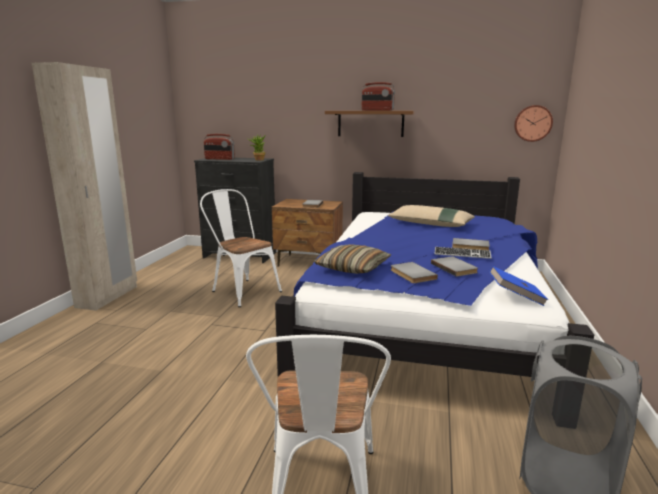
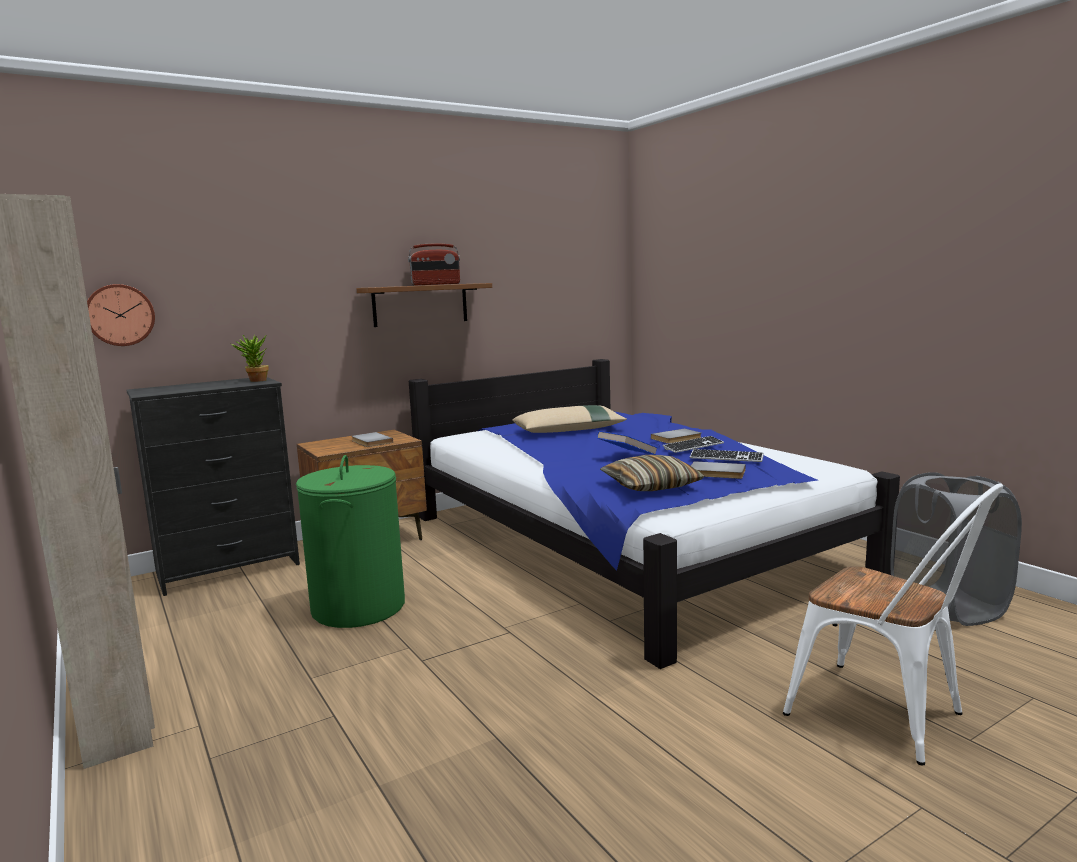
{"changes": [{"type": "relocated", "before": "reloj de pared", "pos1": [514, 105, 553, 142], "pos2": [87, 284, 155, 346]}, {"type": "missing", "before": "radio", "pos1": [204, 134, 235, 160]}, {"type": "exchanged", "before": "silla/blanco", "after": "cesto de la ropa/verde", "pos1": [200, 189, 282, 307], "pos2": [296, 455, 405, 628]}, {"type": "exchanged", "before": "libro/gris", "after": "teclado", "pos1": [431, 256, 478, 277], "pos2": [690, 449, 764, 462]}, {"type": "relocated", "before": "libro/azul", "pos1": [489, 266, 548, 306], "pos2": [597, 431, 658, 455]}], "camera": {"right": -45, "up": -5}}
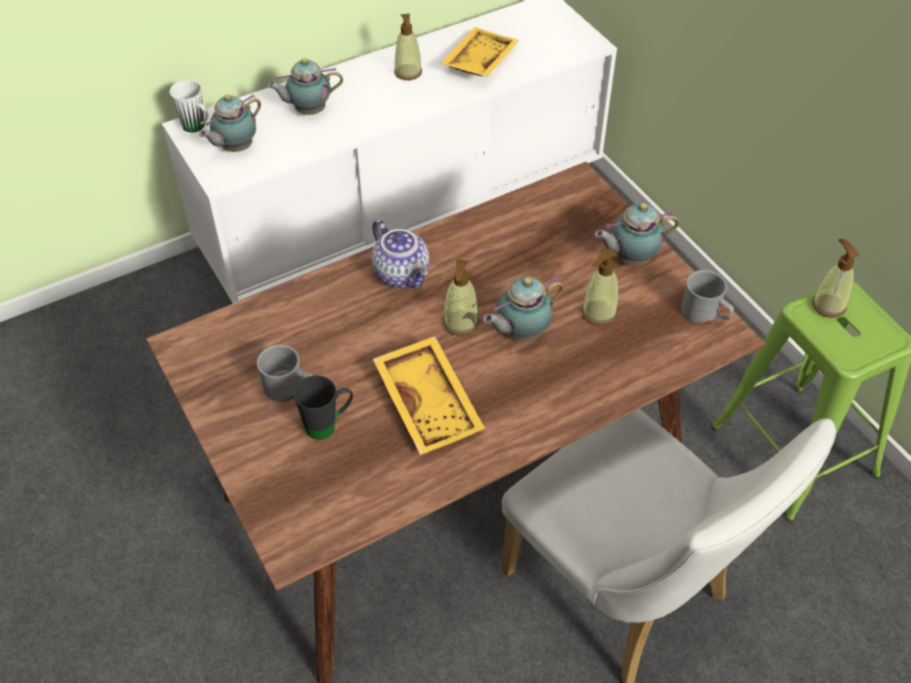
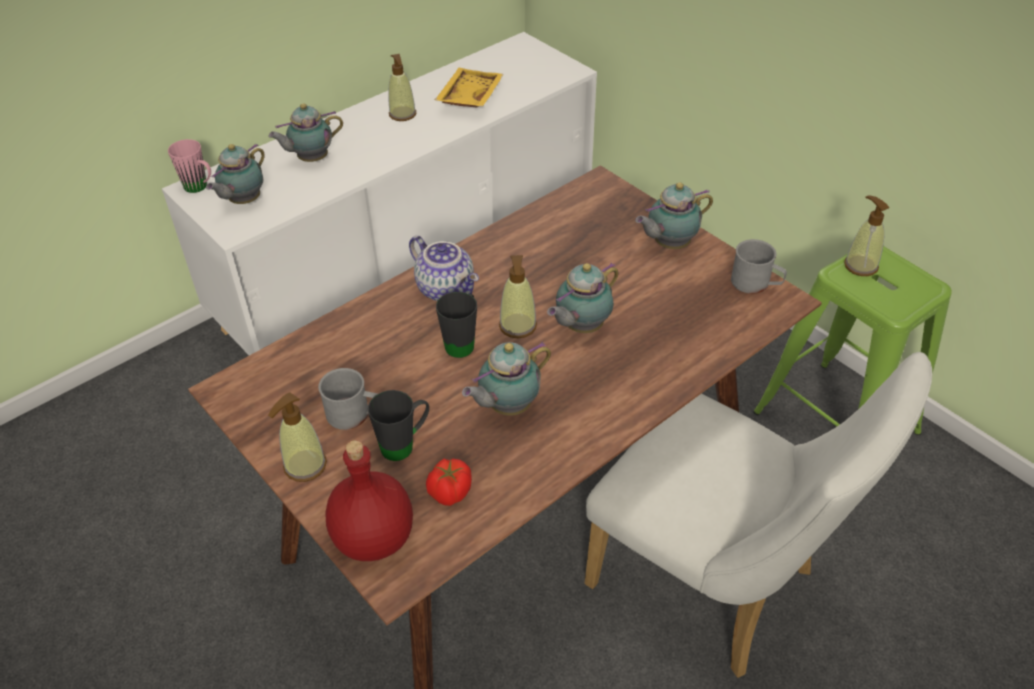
{"changes": [{"type": "colour", "before": "taza grande/blanco", "after": "taza grande/rosa", "pos1": [170, 80, 208, 133], "pos2": [168, 139, 211, 193]}, {"type": "relocated", "before": "dispensador de jabón", "pos1": [581, 249, 618, 326], "pos2": [268, 392, 327, 482]}, {"type": "exchanged", "before": "bandeja/amarillo", "after": "tetera", "pos1": [373, 336, 485, 455], "pos2": [462, 342, 551, 416]}, {"type": "appeared", "after": "taza grande/negro", "pos2": [436, 292, 477, 358]}, {"type": "appeared", "after": "botella/rojo", "pos2": [325, 440, 413, 561]}, {"type": "appeared", "after": "tomate", "pos2": [426, 458, 472, 506]}], "camera": {"right": -10, "up": -5}}
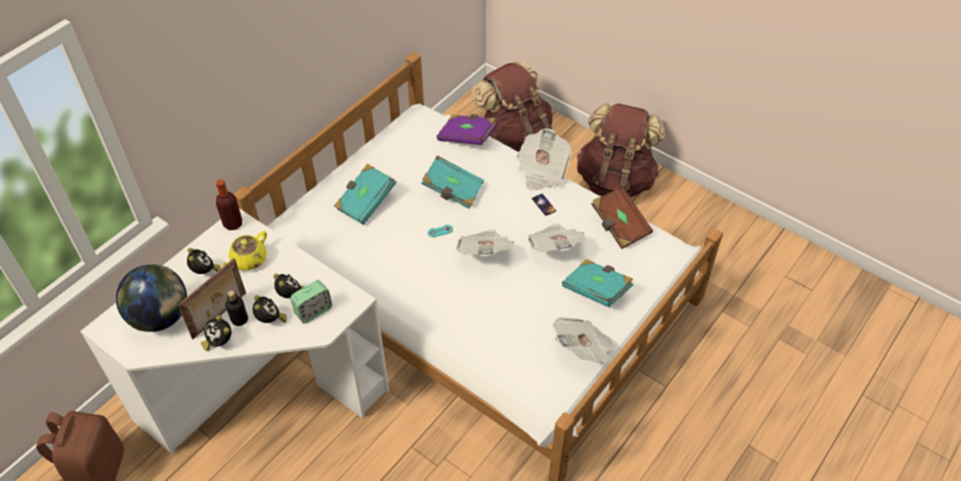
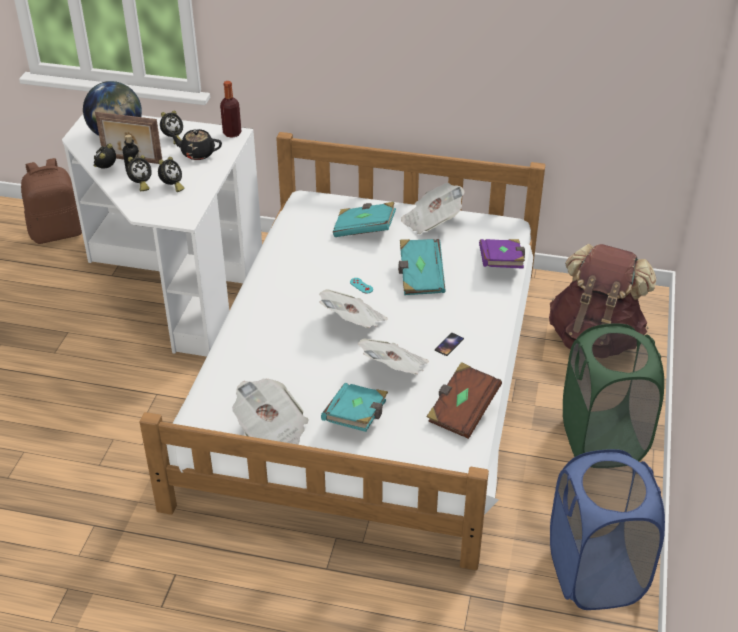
{"changes": [{"type": "exchanged", "before": "mochila/marrón", "after": "cesto de la ropa/verde", "pos1": [577, 103, 665, 197], "pos2": [563, 323, 664, 461]}, {"type": "relocated", "before": "periódico", "pos1": [517, 129, 572, 190], "pos2": [401, 183, 465, 234]}, {"type": "colour", "before": "tetera/amarillo", "after": "tetera/negro", "pos1": [222, 231, 267, 270], "pos2": [168, 129, 222, 160]}, {"type": "missing", "before": "despertador", "pos1": [290, 280, 332, 323]}, {"type": "appeared", "after": "cesto de la ropa/azul", "pos2": [550, 449, 665, 610]}], "camera": {"right": 65, "up": -10}}
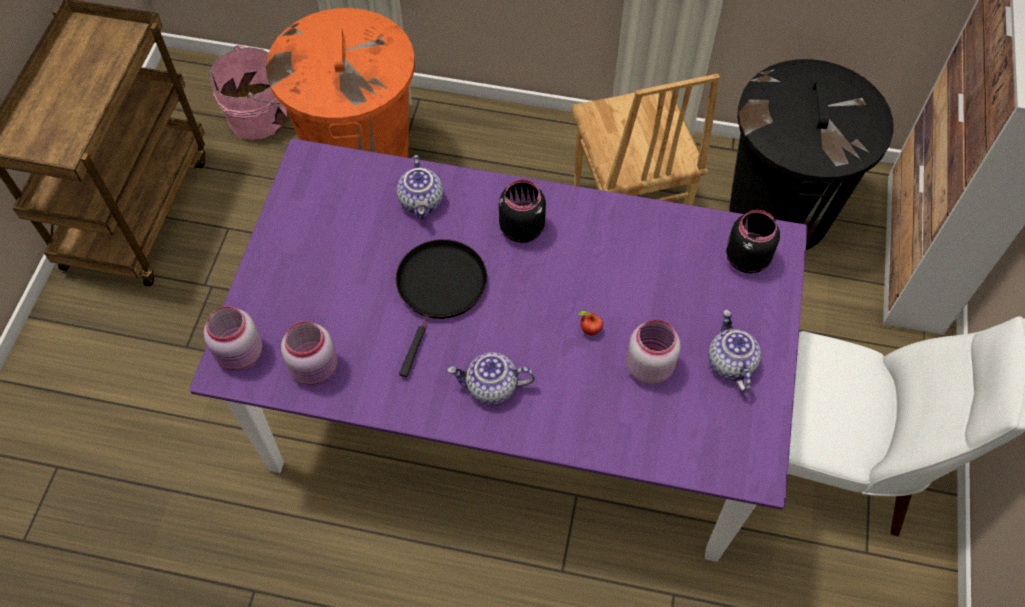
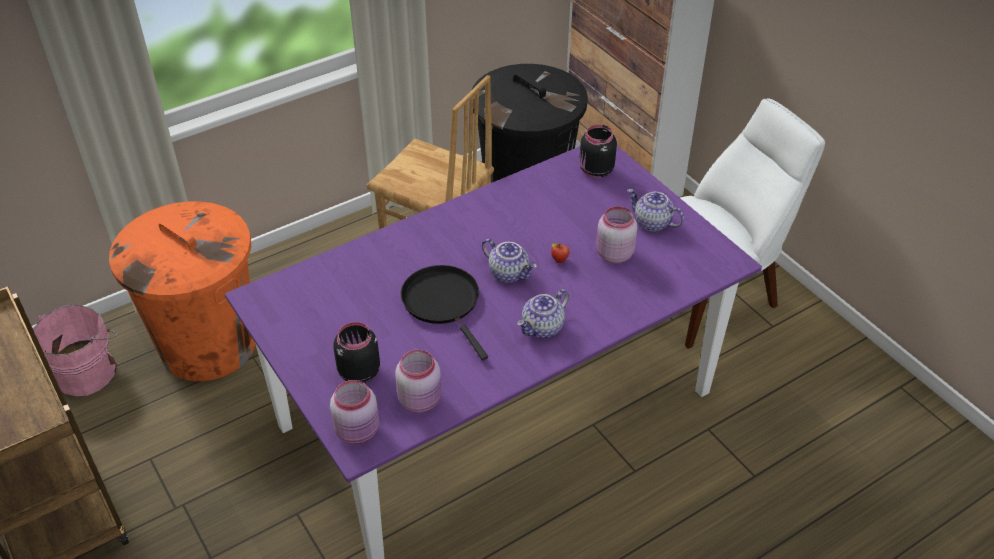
{"changes": [{"type": "relocated", "before": "tetera", "pos1": [397, 155, 443, 219], "pos2": [482, 239, 537, 283]}, {"type": "relocated", "before": "tarro/negro", "pos1": [499, 179, 546, 243], "pos2": [333, 322, 380, 383]}], "camera": {"right": -45, "up": -15}}
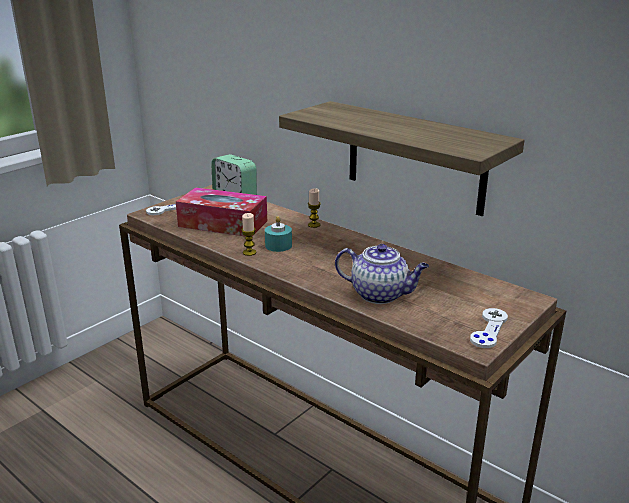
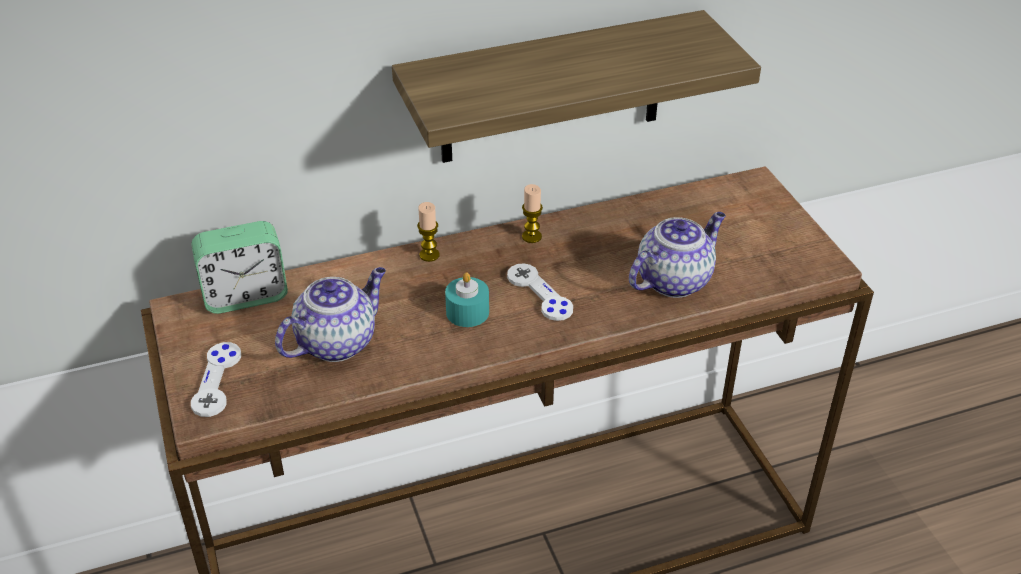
{"changes": [{"type": "exchanged", "before": "caja de pañuelos", "after": "tetera", "pos1": [176, 187, 267, 237], "pos2": [275, 267, 386, 362]}, {"type": "relocated", "before": "vela", "pos1": [242, 213, 257, 256], "pos2": [522, 184, 543, 243]}, {"type": "relocated", "before": "mando de consola/blanco", "pos1": [470, 308, 508, 348], "pos2": [507, 263, 573, 321]}], "camera": {"right": -60, "up": 15}}
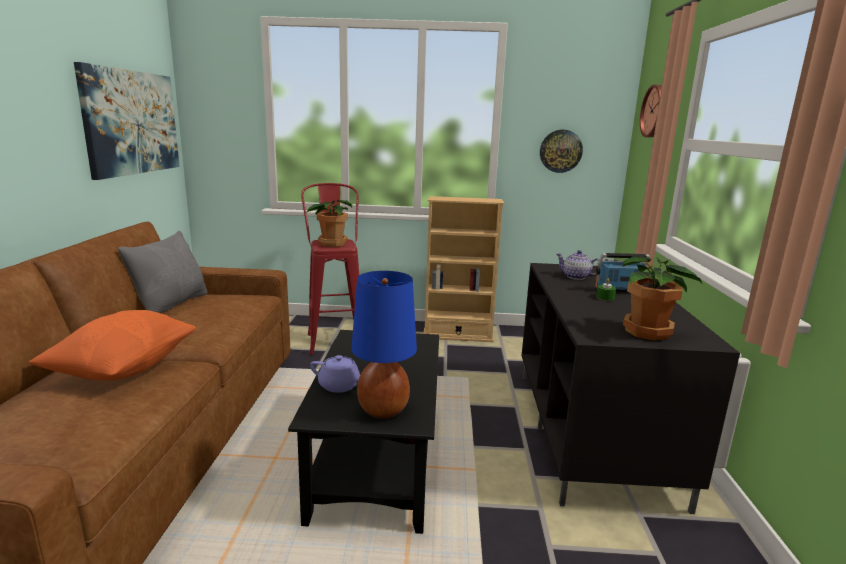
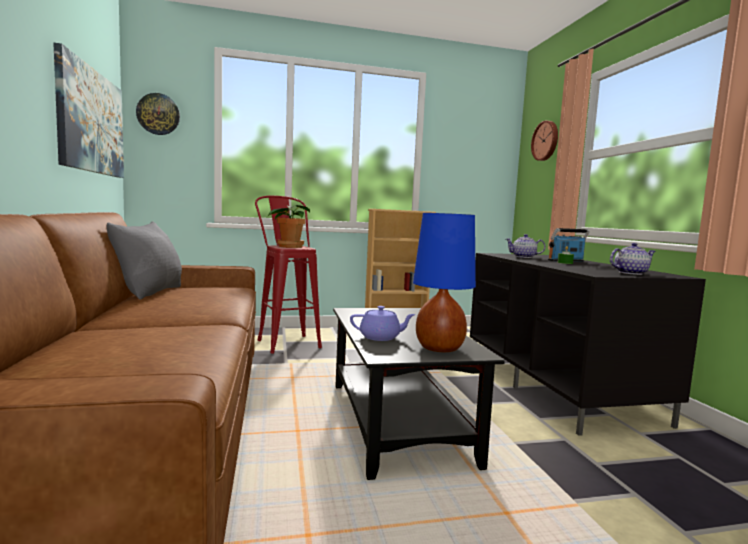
{"changes": [{"type": "relocated", "before": "reloj de pared", "pos1": [540, 130, 583, 173], "pos2": [136, 93, 180, 135]}, {"type": "exchanged", "before": "planta en maceta", "after": "tetera", "pos1": [622, 256, 703, 341], "pos2": [610, 243, 656, 275]}, {"type": "missing", "before": "cojín/naranja", "pos1": [29, 310, 196, 381]}], "camera": {"right": -15, "up": -10}}
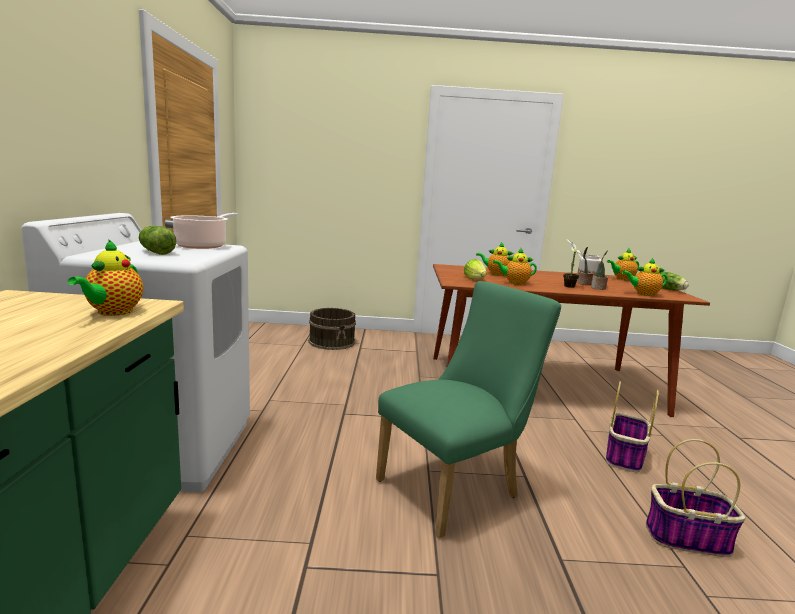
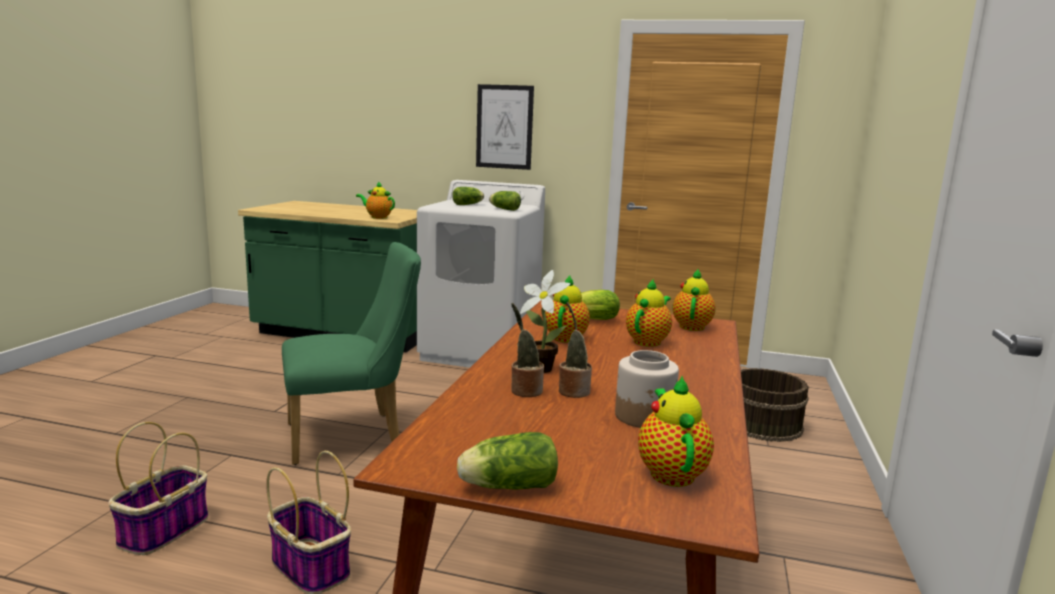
{"changes": [{"type": "exchanged", "before": "olla", "after": "lechuga", "pos1": [170, 213, 238, 249], "pos2": [489, 191, 521, 211]}, {"type": "relocated", "before": "tetera", "pos1": [622, 258, 668, 296], "pos2": [673, 269, 716, 331]}, {"type": "spun", "before": "silla/verde", "pos1": [376, 281, 561, 539], "pos2": [282, 242, 421, 465], "turn": -90}, {"type": "appeared", "after": "cuadro", "pos2": [476, 84, 534, 170]}], "camera": {"right": 105, "up": 0}}
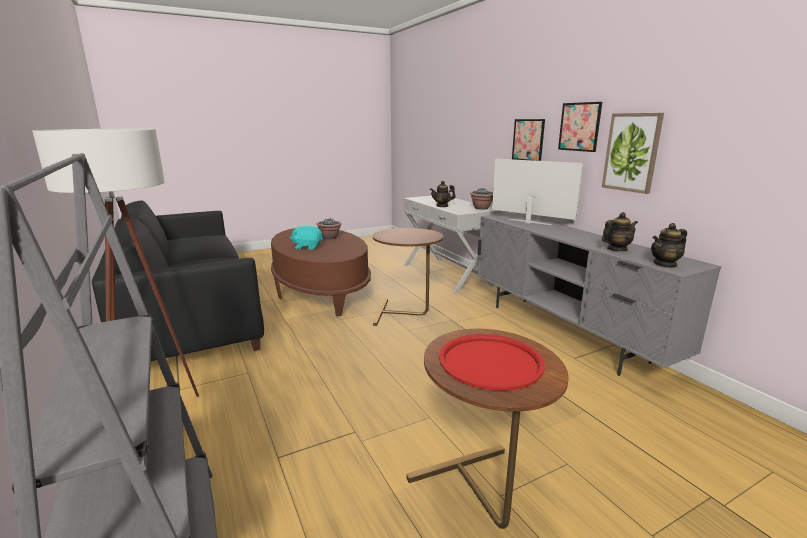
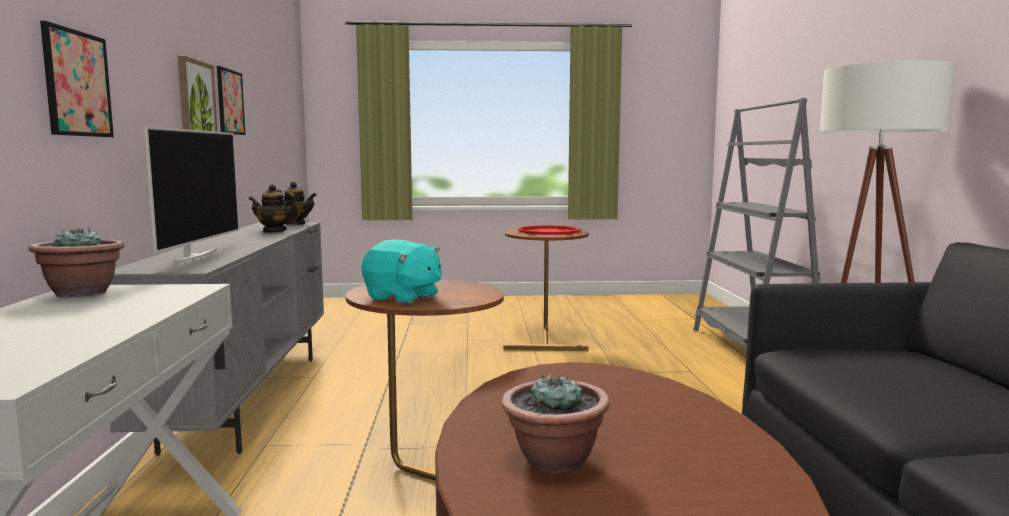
{"changes": [{"type": "relocated", "before": "cuadro", "pos1": [558, 102, 602, 152], "pos2": [217, 66, 245, 135]}, {"type": "spun", "before": "televisor", "pos1": [492, 159, 583, 225], "pos2": [144, 126, 239, 263], "turn": -150}, {"type": "missing", "before": "tetera", "pos1": [430, 181, 456, 207]}, {"type": "relocated", "before": "peluche/turquesa", "pos1": [290, 226, 322, 250], "pos2": [362, 240, 442, 304]}], "camera": {"right": -155, "up": -10}}
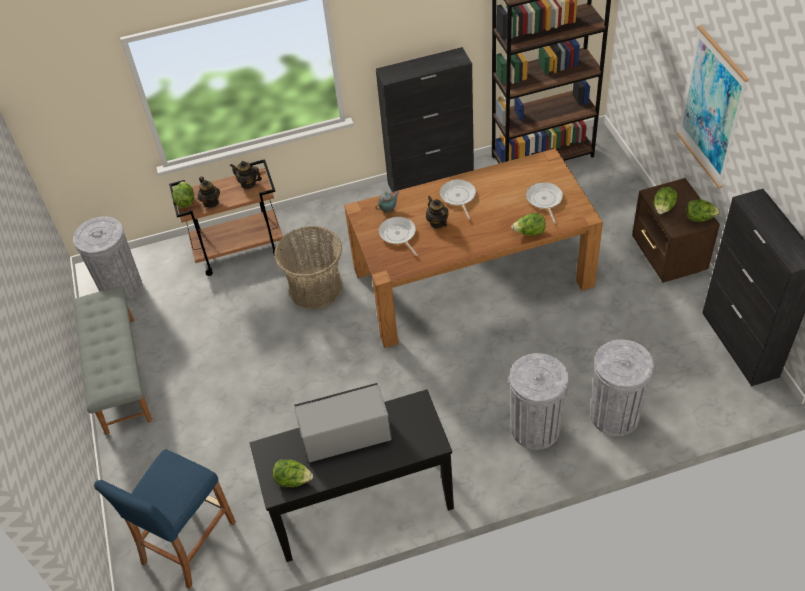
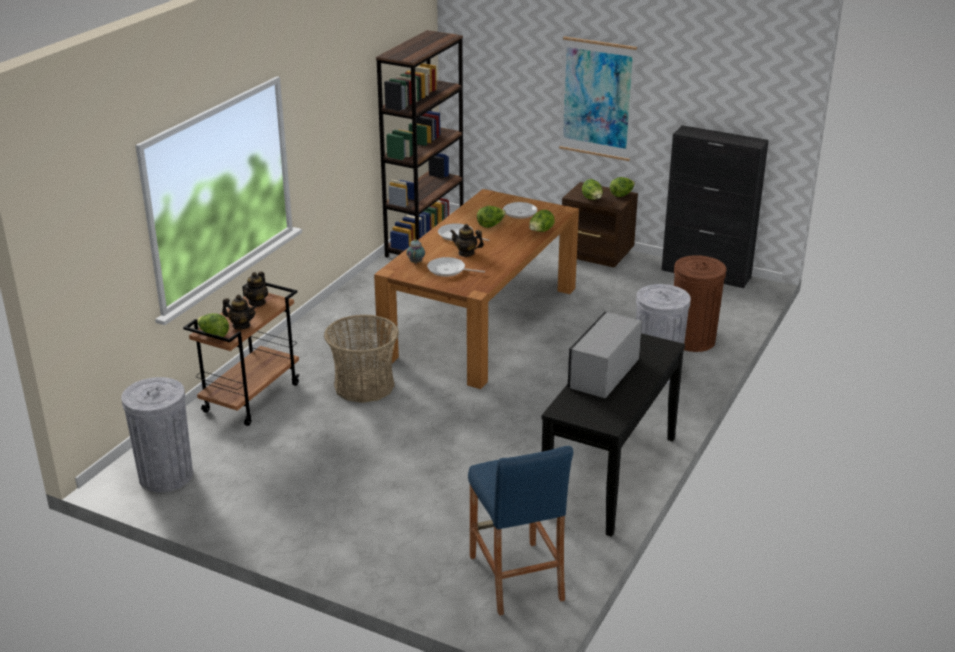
{"changes": [{"type": "missing", "before": "armario/negro", "pos1": [376, 47, 474, 192]}, {"type": "spun", "before": "tetera", "pos1": [230, 161, 262, 189], "pos2": [244, 271, 268, 307], "turn": -45}, {"type": "missing", "before": "banco/gris", "pos1": [73, 286, 152, 435]}, {"type": "colour", "before": "papelera/gris", "after": "papelera/marrón", "pos1": [590, 340, 654, 436], "pos2": [674, 255, 726, 352]}, {"type": "relocated", "before": "lechuga", "pos1": [273, 460, 313, 487], "pos2": [477, 206, 506, 228]}], "camera": {"right": -50, "up": -20}}
